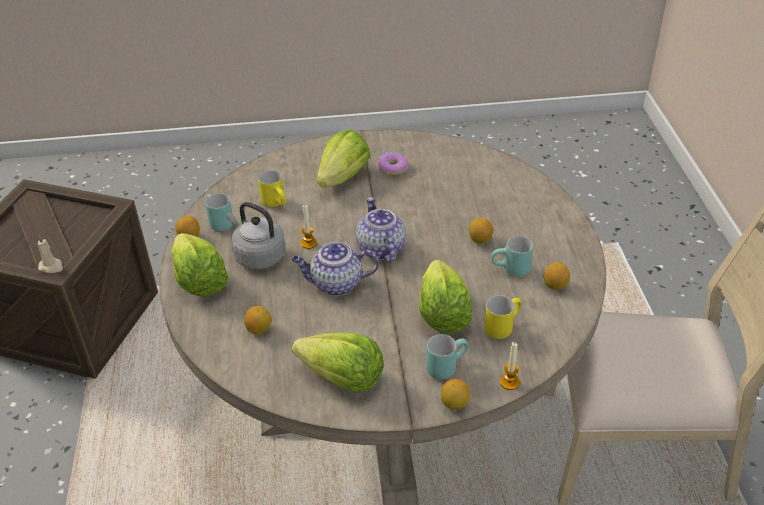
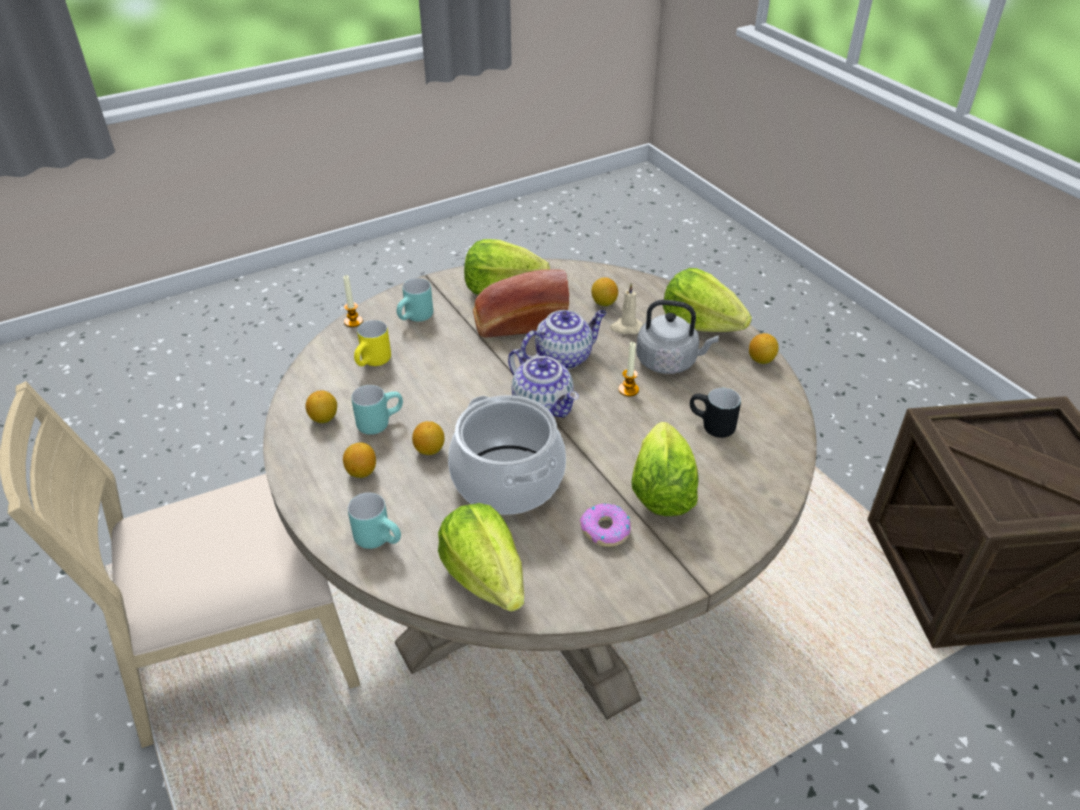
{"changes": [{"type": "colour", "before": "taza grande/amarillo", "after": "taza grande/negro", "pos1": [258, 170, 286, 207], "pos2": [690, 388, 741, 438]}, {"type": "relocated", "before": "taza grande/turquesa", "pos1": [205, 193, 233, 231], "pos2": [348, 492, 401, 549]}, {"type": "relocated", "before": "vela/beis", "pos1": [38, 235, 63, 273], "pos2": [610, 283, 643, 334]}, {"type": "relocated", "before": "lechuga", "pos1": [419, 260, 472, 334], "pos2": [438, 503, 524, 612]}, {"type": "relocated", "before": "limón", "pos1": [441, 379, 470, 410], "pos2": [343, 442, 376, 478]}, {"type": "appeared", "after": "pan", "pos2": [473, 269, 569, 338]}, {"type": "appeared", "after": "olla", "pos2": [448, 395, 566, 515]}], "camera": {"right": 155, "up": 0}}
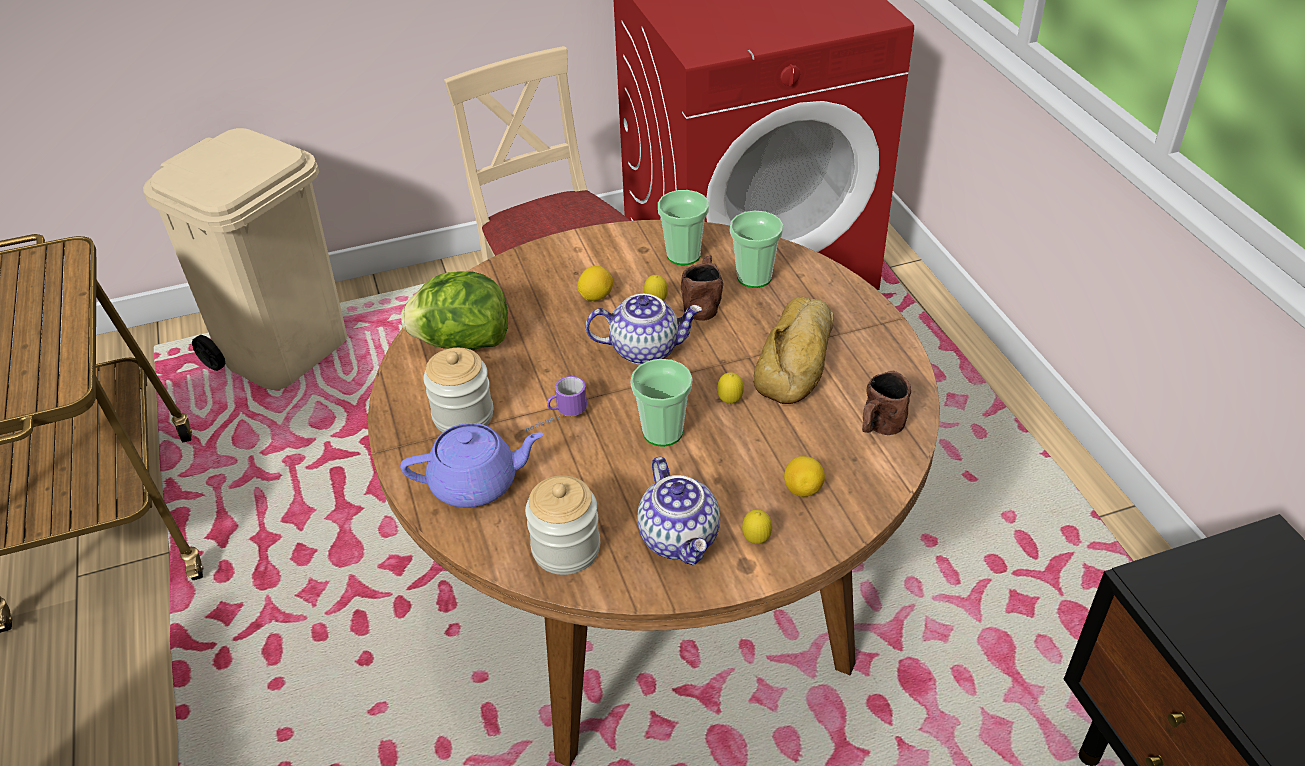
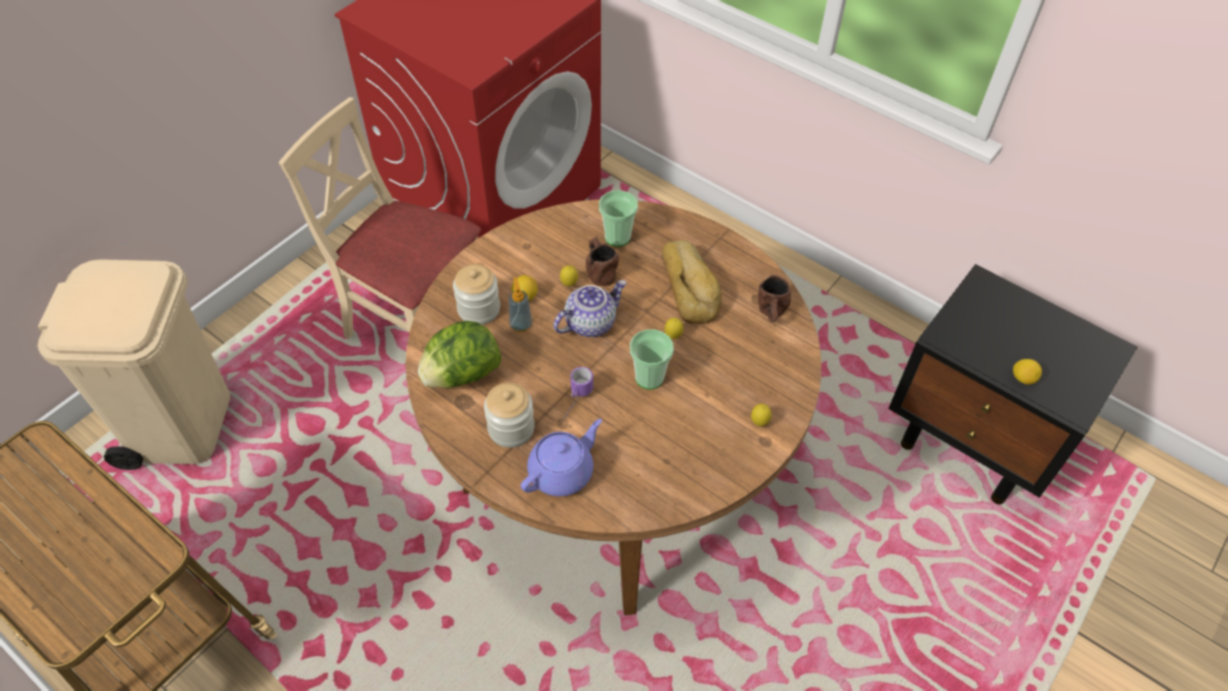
{"changes": [{"type": "missing", "before": "taza", "pos1": [658, 190, 709, 265]}, {"type": "relocated", "before": "limón", "pos1": [784, 456, 825, 497], "pos2": [1013, 359, 1042, 385]}, {"type": "missing", "before": "tetera", "pos1": [637, 457, 720, 565]}, {"type": "relocated", "before": "tarro", "pos1": [525, 475, 600, 575], "pos2": [453, 264, 500, 325]}, {"type": "appeared", "after": "dispensador de jabón", "pos2": [508, 277, 532, 332]}], "camera": {"right": -35, "up": 10}}
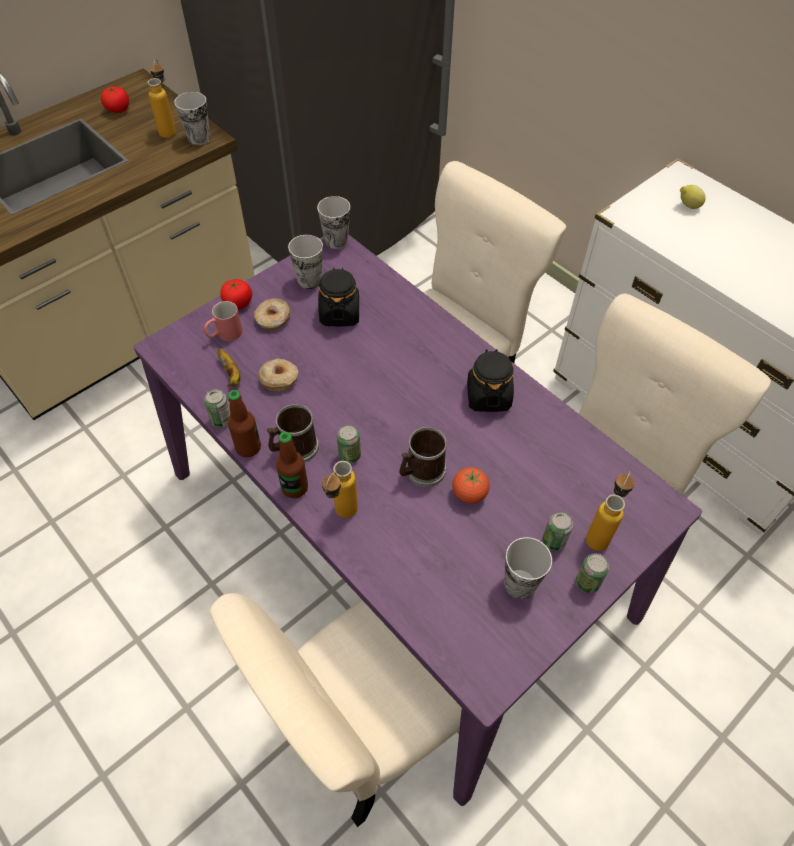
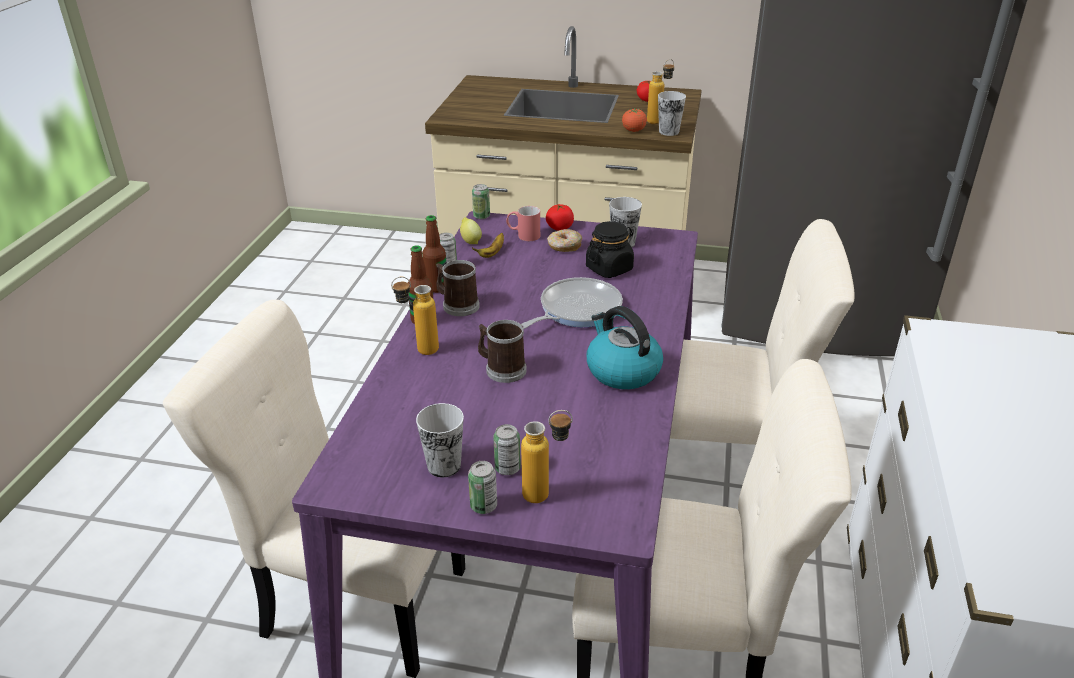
{"changes": [{"type": "relocated", "before": "limón", "pos1": [680, 185, 706, 209], "pos2": [460, 217, 482, 244]}, {"type": "missing", "before": "taza", "pos1": [317, 196, 350, 249]}, {"type": "exchanged", "before": "tarro/negro", "after": "hervidor", "pos1": [467, 349, 514, 412], "pos2": [587, 306, 663, 389]}, {"type": "missing", "before": "rosquilla", "pos1": [258, 358, 299, 391]}, {"type": "relocated", "before": "lata", "pos1": [337, 425, 361, 464], "pos2": [472, 184, 490, 219]}, {"type": "relocated", "before": "tomate", "pos1": [452, 467, 490, 504], "pos2": [622, 108, 647, 132]}, {"type": "appeared", "after": "sartén", "pos2": [521, 277, 623, 329]}], "camera": {"right": 55, "up": -20}}
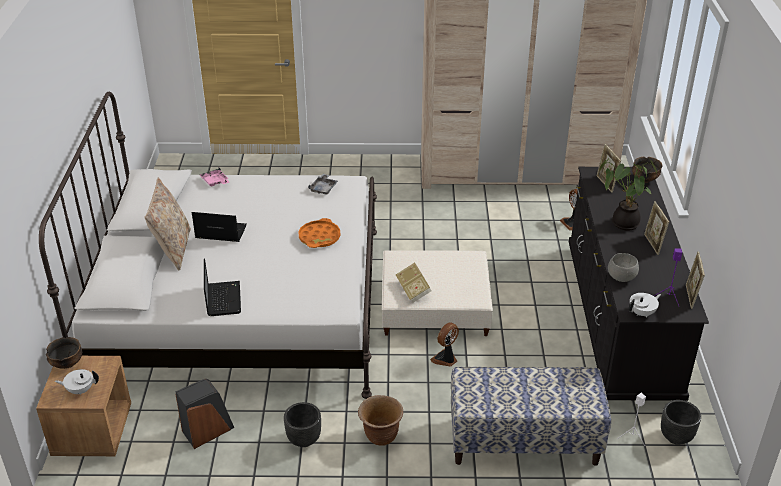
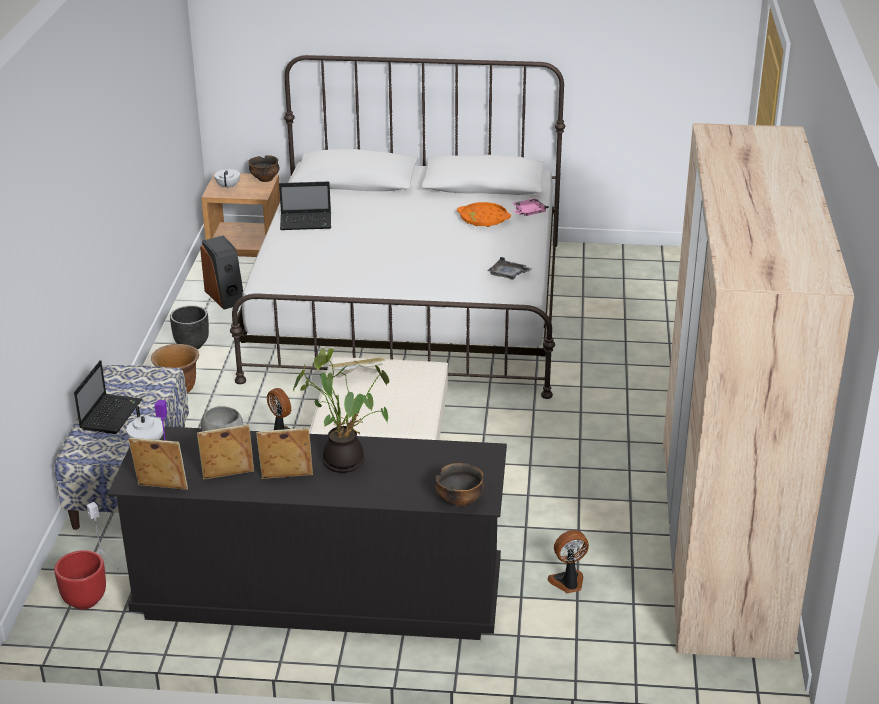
{"changes": [{"type": "relocated", "before": "portarretratos", "pos1": [596, 144, 621, 193], "pos2": [197, 424, 254, 479]}, {"type": "missing", "before": "cojín/beis", "pos1": [145, 178, 191, 270]}, {"type": "relocated", "before": "portátil", "pos1": [192, 212, 247, 242], "pos2": [74, 360, 142, 434]}, {"type": "relocated", "before": "bandeja/naranja", "pos1": [298, 218, 340, 248], "pos2": [457, 202, 511, 227]}, {"type": "colour", "before": "maceta/negro", "after": "maceta/rojo", "pos1": [661, 400, 701, 445], "pos2": [54, 550, 106, 609]}], "camera": {"right": 95, "up": -5}}
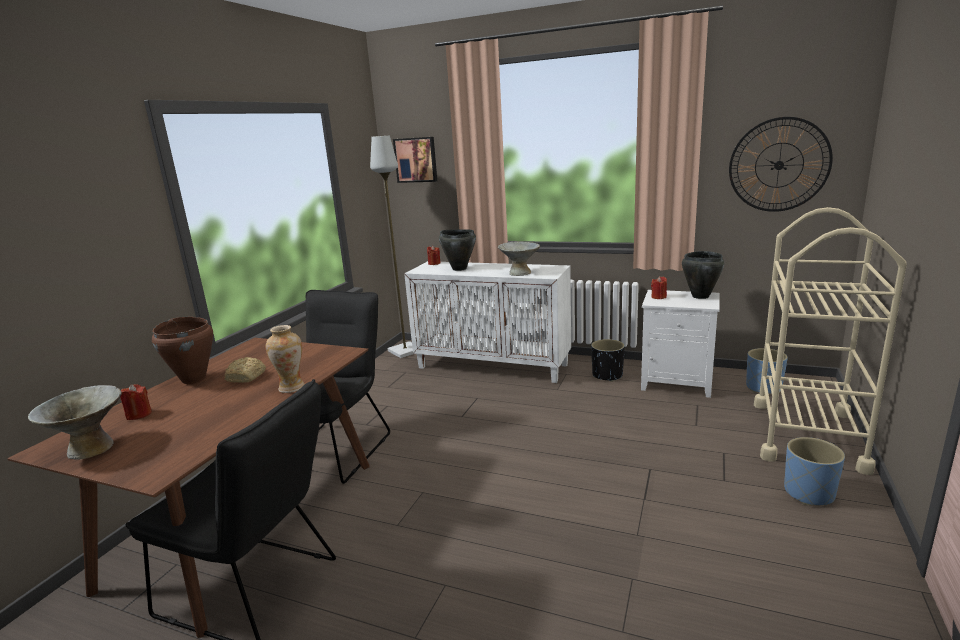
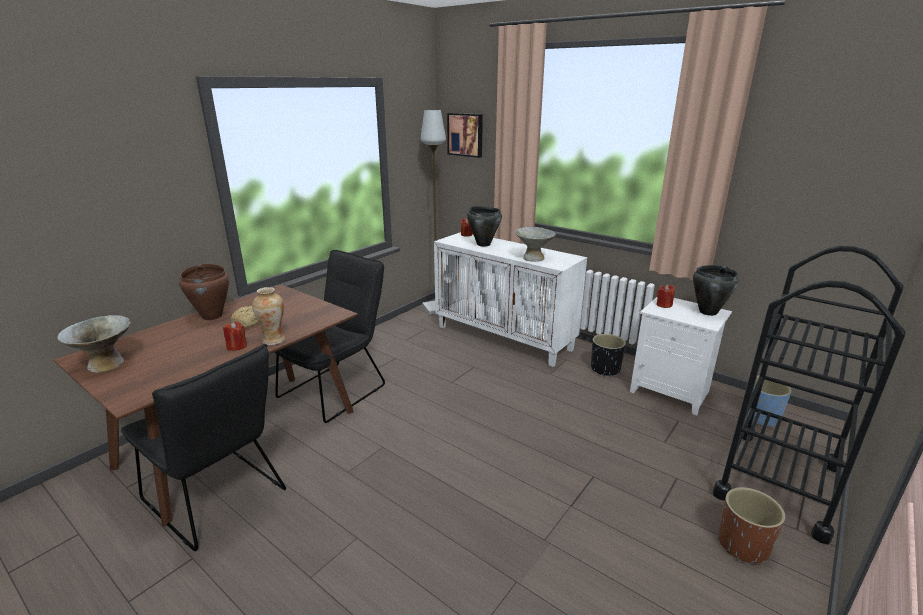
{"changes": [{"type": "missing", "before": "reloj de pared", "pos1": [729, 117, 833, 212]}, {"type": "colour", "before": "carrito/beis", "after": "carrito/negro", "pos1": [754, 207, 907, 475], "pos2": [713, 246, 906, 545]}, {"type": "relocated", "before": "vela/rojo", "pos1": [120, 384, 152, 420], "pos2": [223, 322, 247, 351]}, {"type": "colour", "before": "maceta/azul", "after": "maceta/marrón", "pos1": [784, 437, 845, 506], "pos2": [718, 487, 785, 564]}], "camera": {"right": 15, "up": 5}}
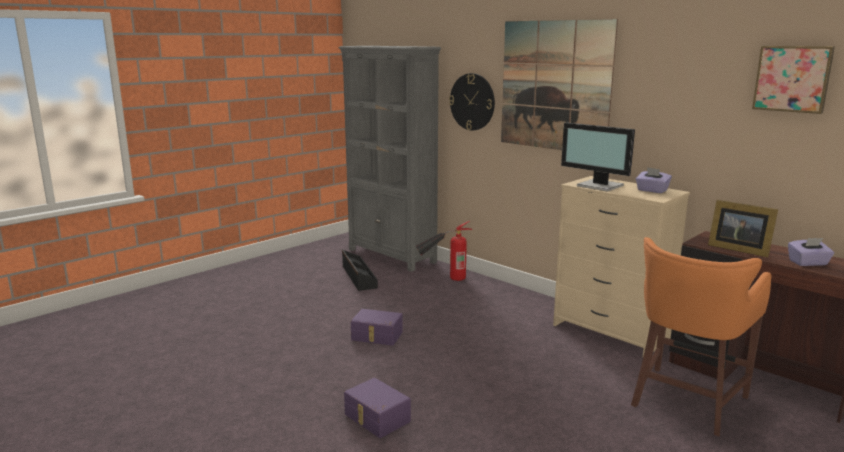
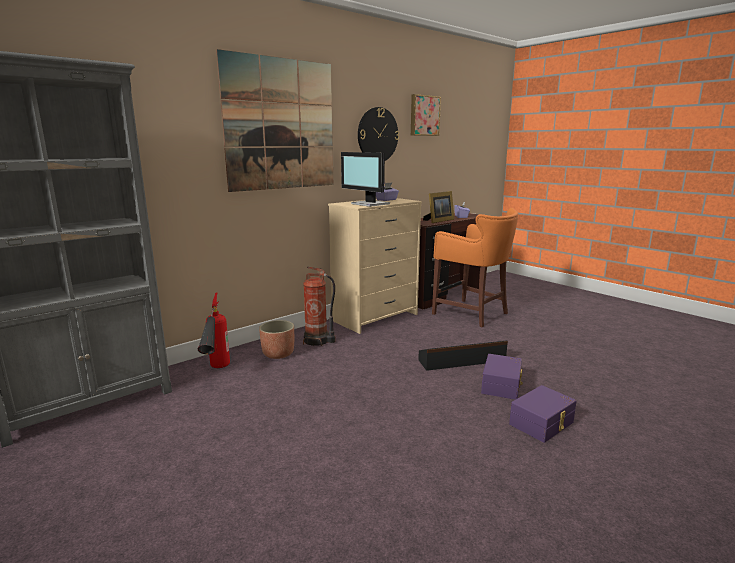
{"changes": [{"type": "relocated", "before": "reloj de pared", "pos1": [449, 73, 495, 131], "pos2": [358, 107, 399, 161]}, {"type": "spun", "before": "monitor", "pos1": [561, 122, 635, 192], "pos2": [341, 152, 390, 207], "turn": 90}, {"type": "relocated", "before": "caja de almacenaje/negro", "pos1": [342, 250, 378, 291], "pos2": [418, 341, 508, 371]}, {"type": "relocated", "before": "caja de almacenaje/morado", "pos1": [351, 309, 403, 346], "pos2": [481, 354, 523, 400]}, {"type": "appeared", "after": "extintor", "pos2": [303, 267, 336, 346]}, {"type": "appeared", "after": "maceta", "pos2": [259, 320, 294, 359]}], "camera": {"right": -85, "up": 0}}
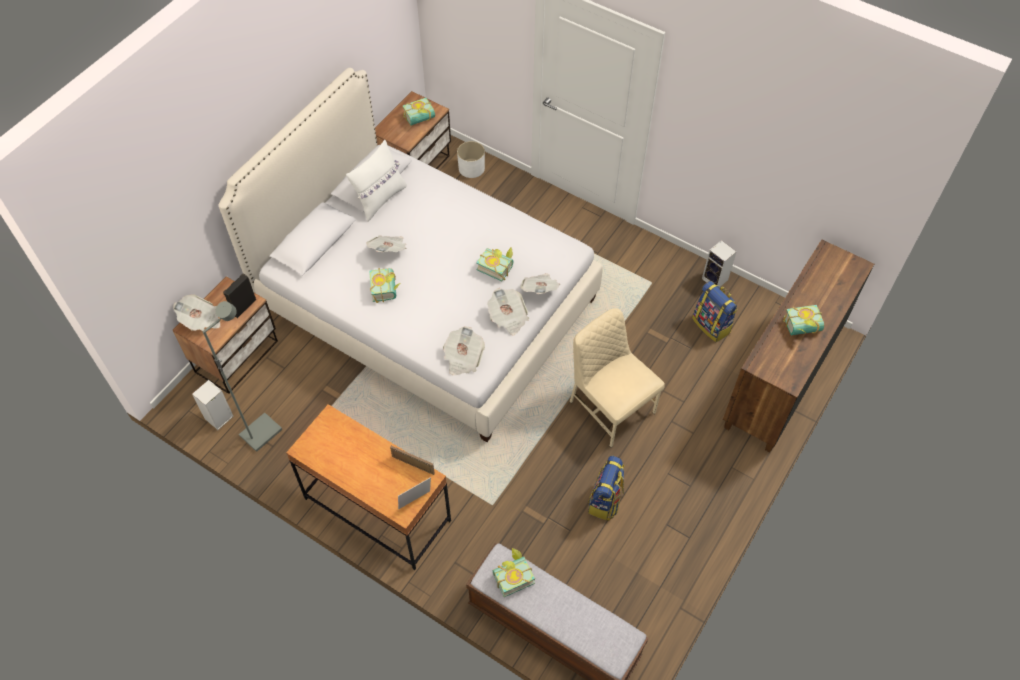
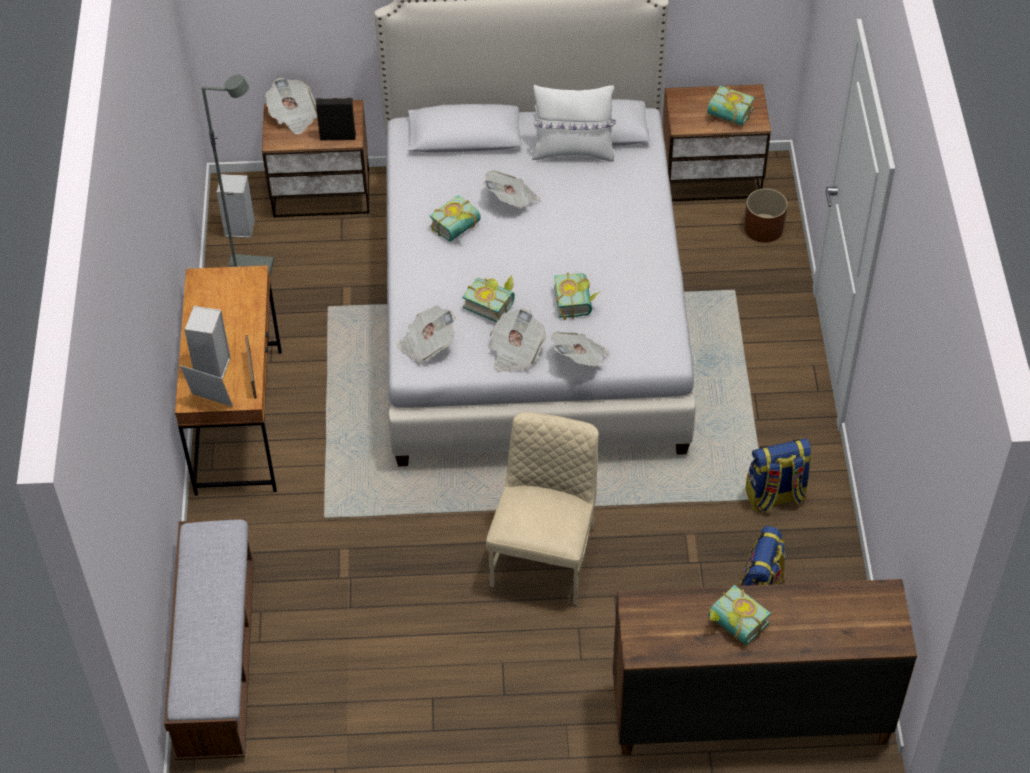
{"changes": [{"type": "colour", "before": "maceta/blanco", "after": "maceta/marrón", "pos1": [457, 141, 485, 178], "pos2": [744, 188, 788, 243]}, {"type": "relocated", "before": "altavoz", "pos1": [702, 240, 736, 287], "pos2": [184, 306, 231, 380]}, {"type": "relocated", "before": "mochila", "pos1": [588, 455, 625, 521], "pos2": [746, 438, 812, 512]}, {"type": "relocated", "before": "libro", "pos1": [493, 548, 535, 597], "pos2": [462, 275, 515, 322]}], "camera": {"right": 55, "up": -5}}
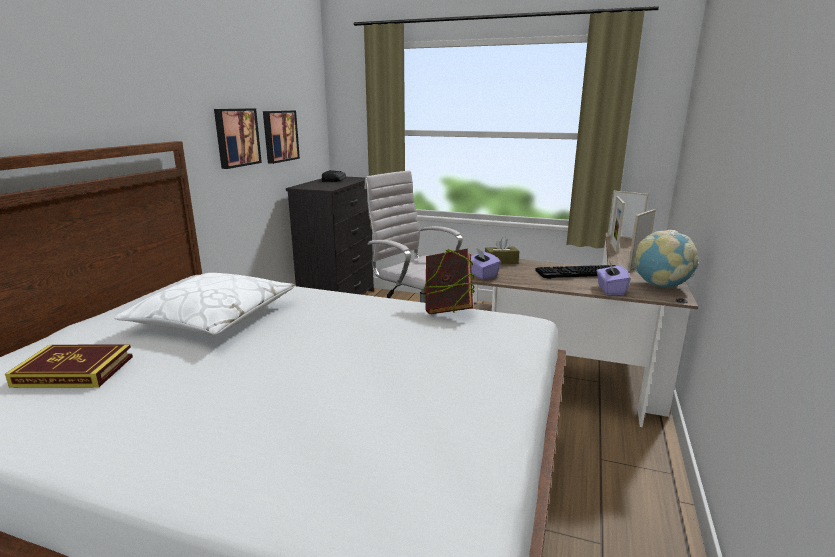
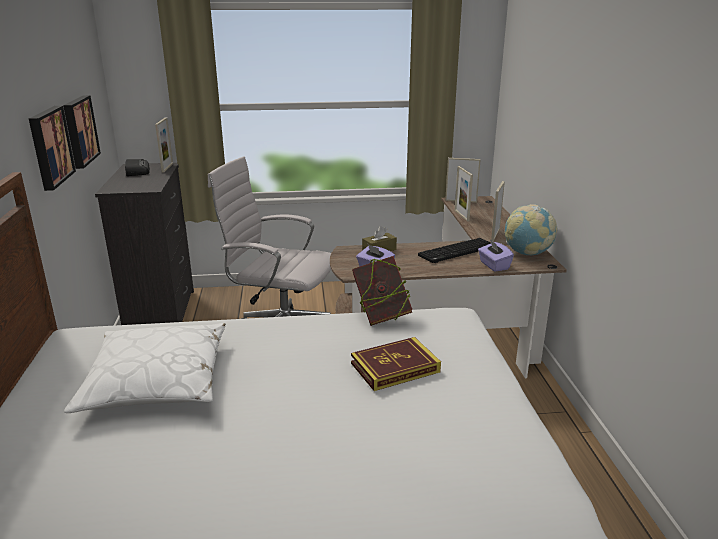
{"changes": [{"type": "relocated", "before": "libro", "pos1": [5, 344, 133, 388], "pos2": [351, 337, 441, 391]}, {"type": "appeared", "after": "portarretratos", "pos2": [155, 118, 173, 173]}], "camera": {"right": -25, "up": 5}}
